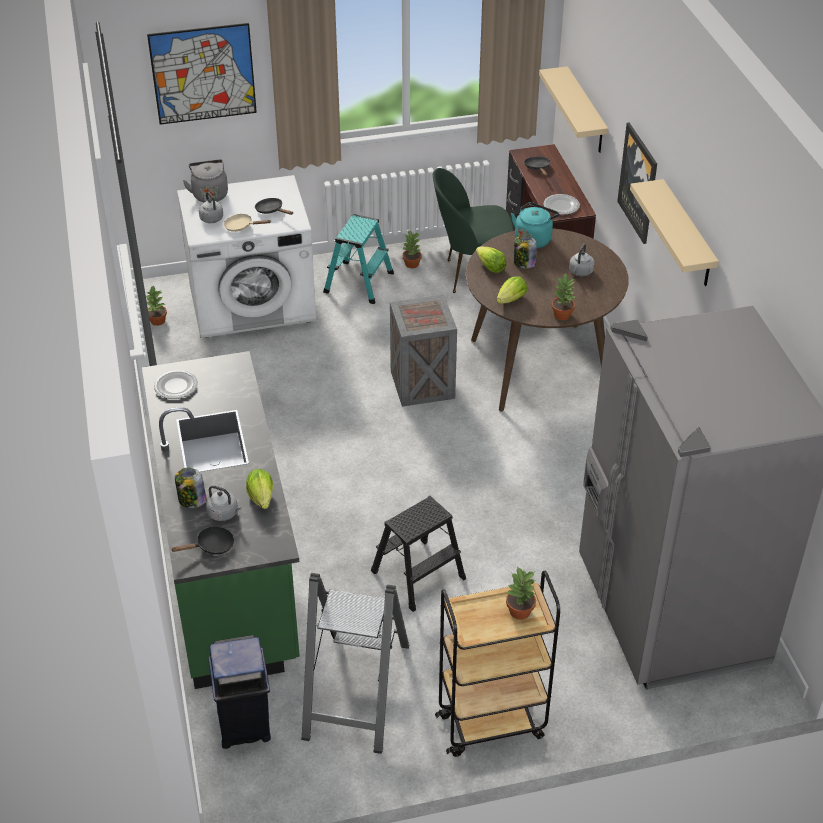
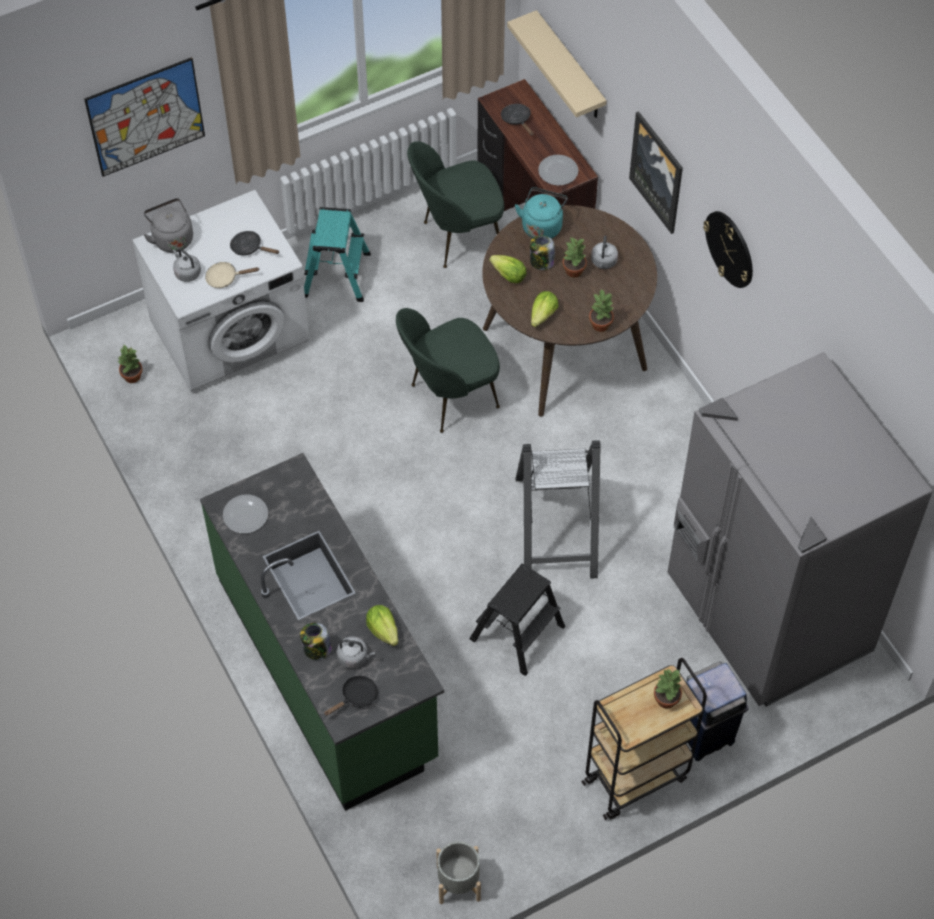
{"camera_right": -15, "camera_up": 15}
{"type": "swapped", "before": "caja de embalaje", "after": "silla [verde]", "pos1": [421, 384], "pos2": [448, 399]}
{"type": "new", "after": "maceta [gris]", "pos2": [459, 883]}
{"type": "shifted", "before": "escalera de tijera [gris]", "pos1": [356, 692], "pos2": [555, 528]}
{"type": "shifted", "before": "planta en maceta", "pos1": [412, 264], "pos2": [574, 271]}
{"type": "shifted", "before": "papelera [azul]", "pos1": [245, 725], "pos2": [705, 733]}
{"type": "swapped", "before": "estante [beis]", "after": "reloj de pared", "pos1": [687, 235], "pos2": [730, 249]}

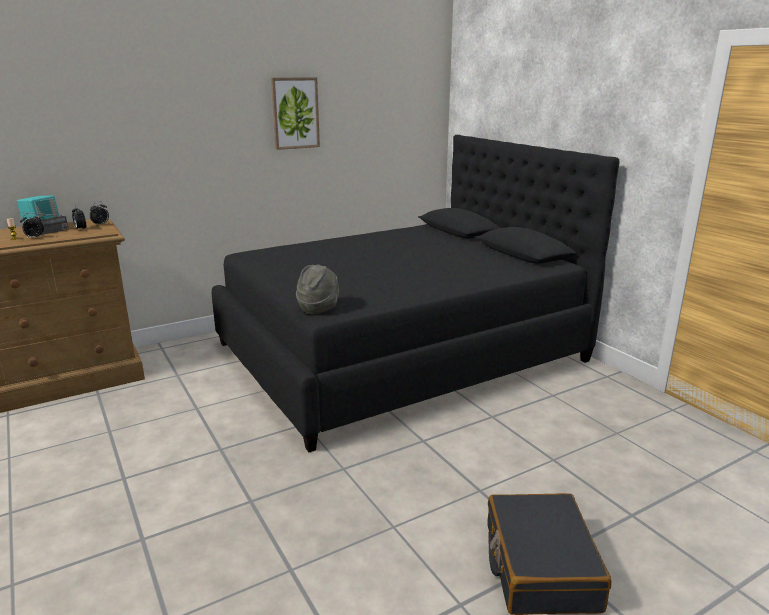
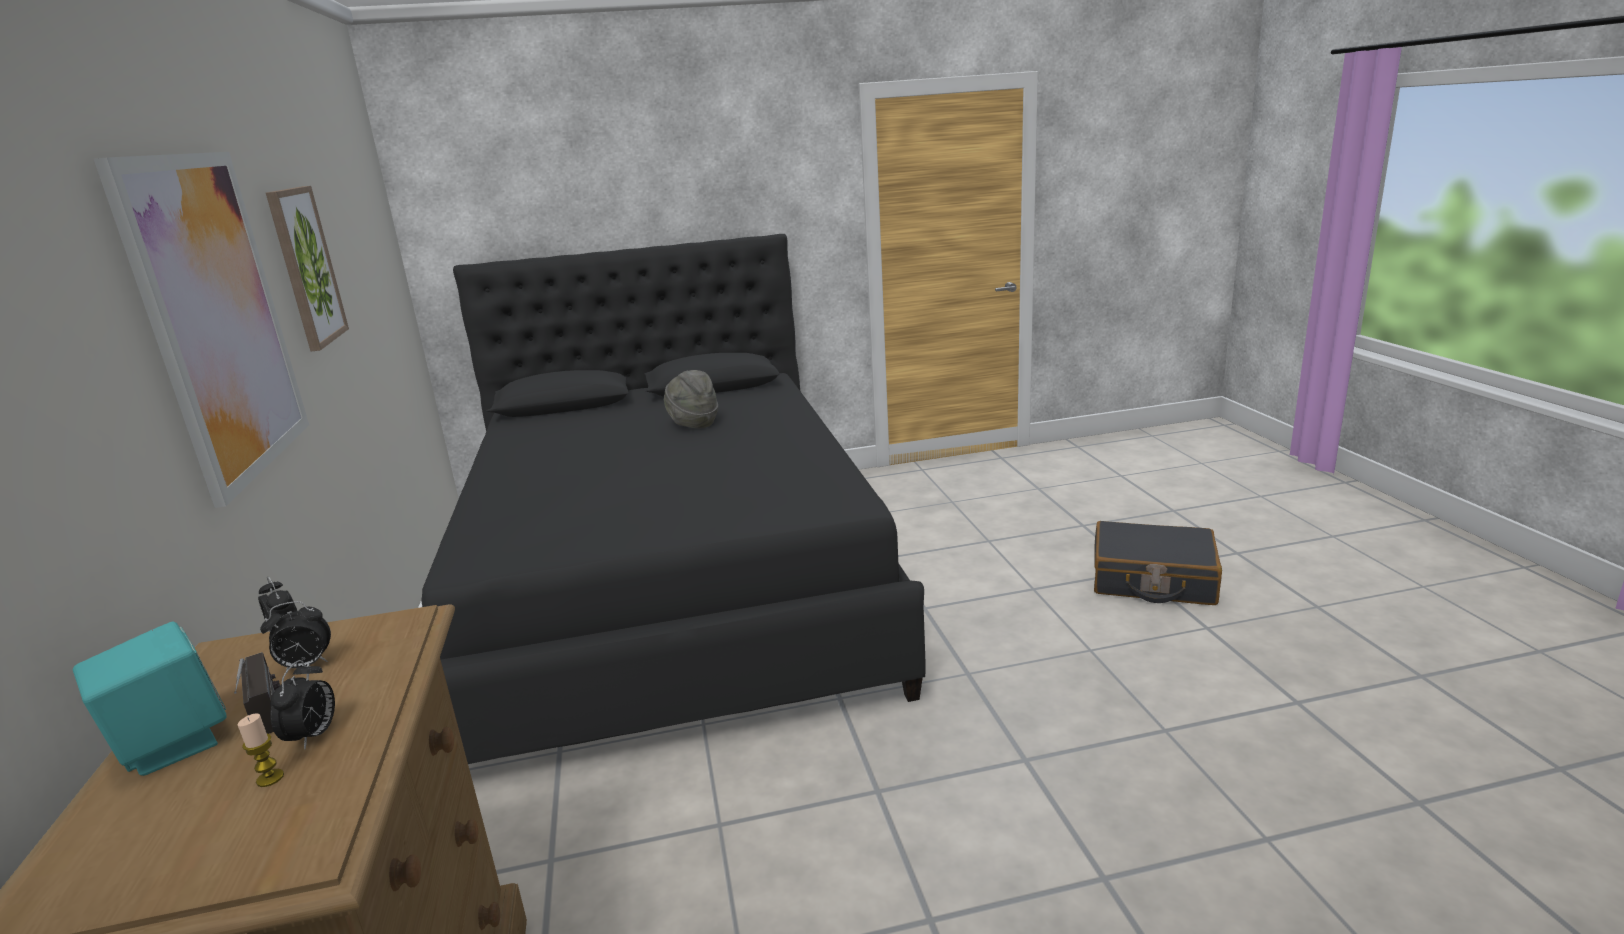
{"camera_right": -70, "camera_up": 0}
{"type": "new", "after": "cuadro", "pos2": [217, 318]}
{"type": "shifted", "before": "sombrero [gris]", "pos1": [318, 308], "pos2": [693, 424]}

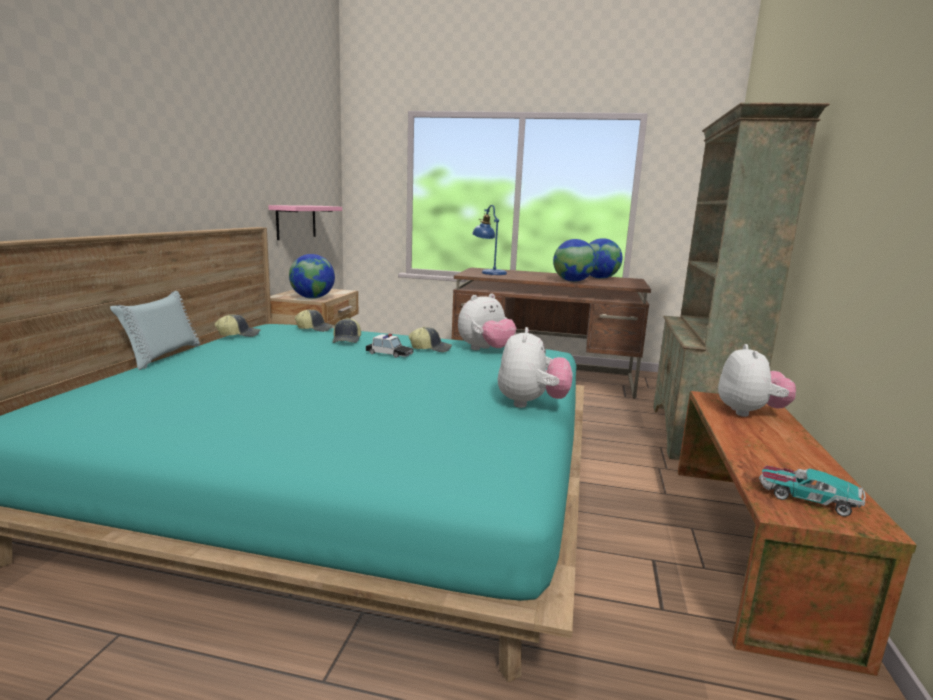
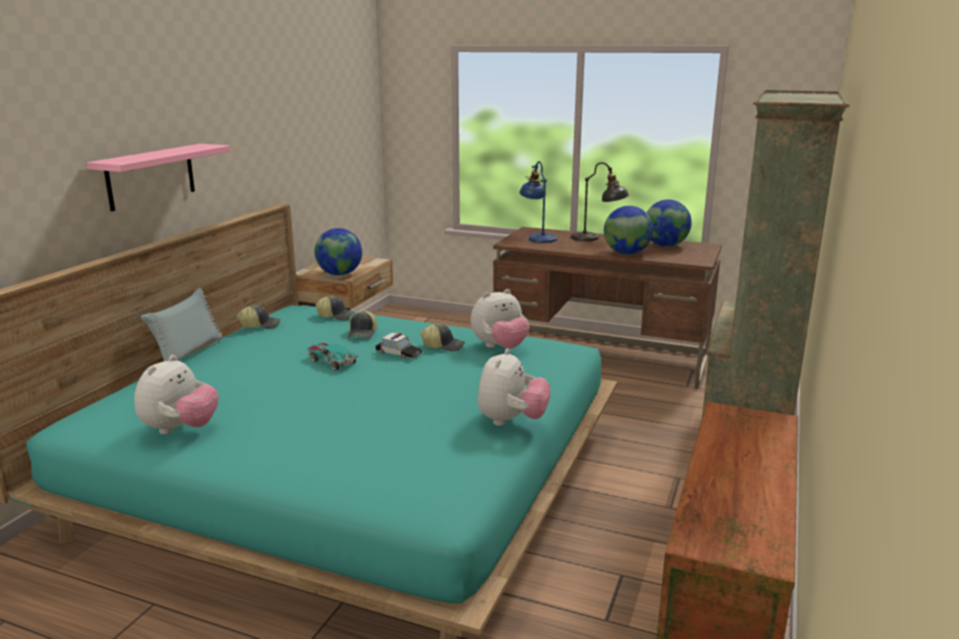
{"camera_right": 10, "camera_up": 5}
{"type": "shifted", "before": "estante [rosa]", "pos1": [296, 221], "pos2": [151, 176]}
{"type": "shifted", "before": "peluche", "pos1": [749, 412], "pos2": [180, 429]}
{"type": "shifted", "before": "coche de juguete", "pos1": [806, 498], "pos2": [332, 361]}
{"type": "new", "after": "lámpara de mesa [gris]", "pos2": [597, 238]}

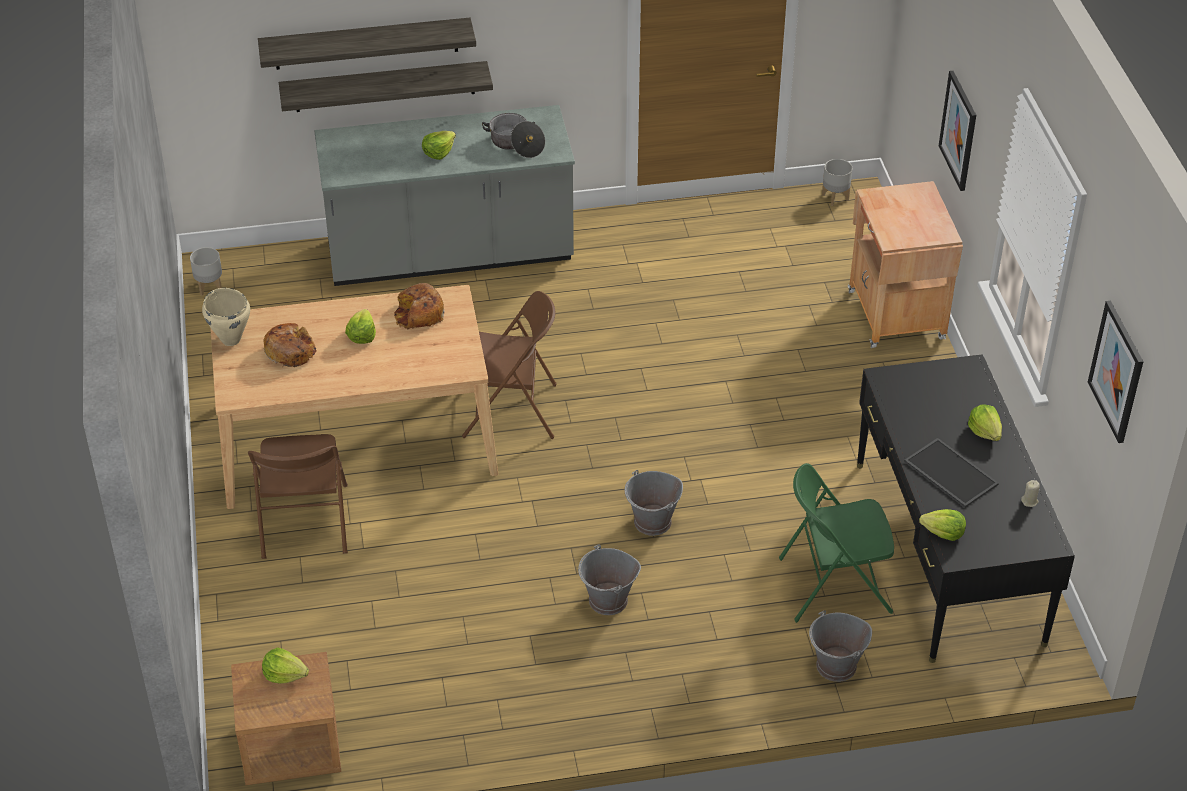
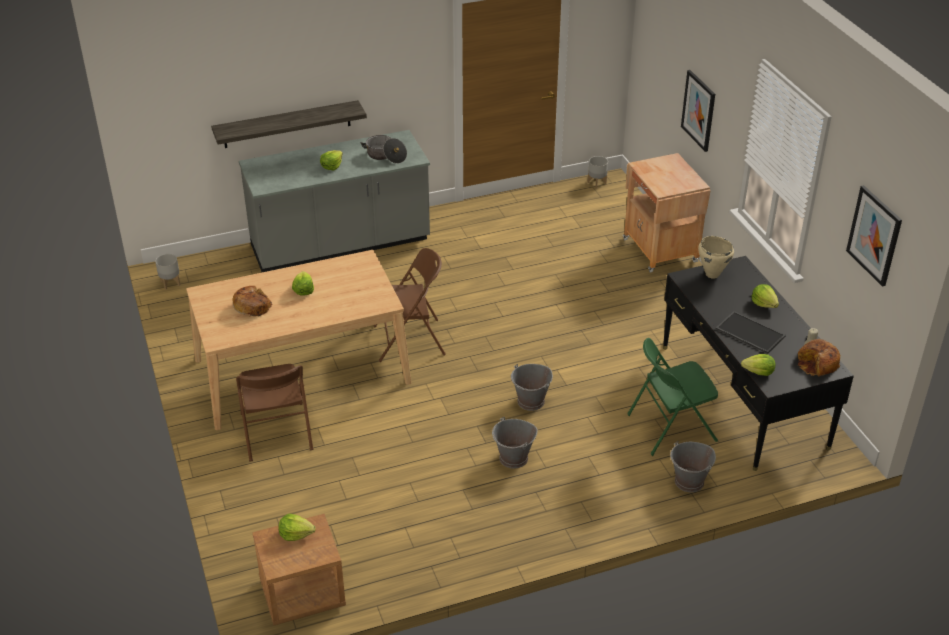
{"camera_right": -10, "camera_up": -5}
{"type": "shifted", "before": "olla [beis]", "pos1": [231, 339], "pos2": [712, 274]}
{"type": "shifted", "before": "pan", "pos1": [418, 314], "pos2": [817, 364]}
{"type": "gone", "before": "estante", "pos1": [366, 43]}

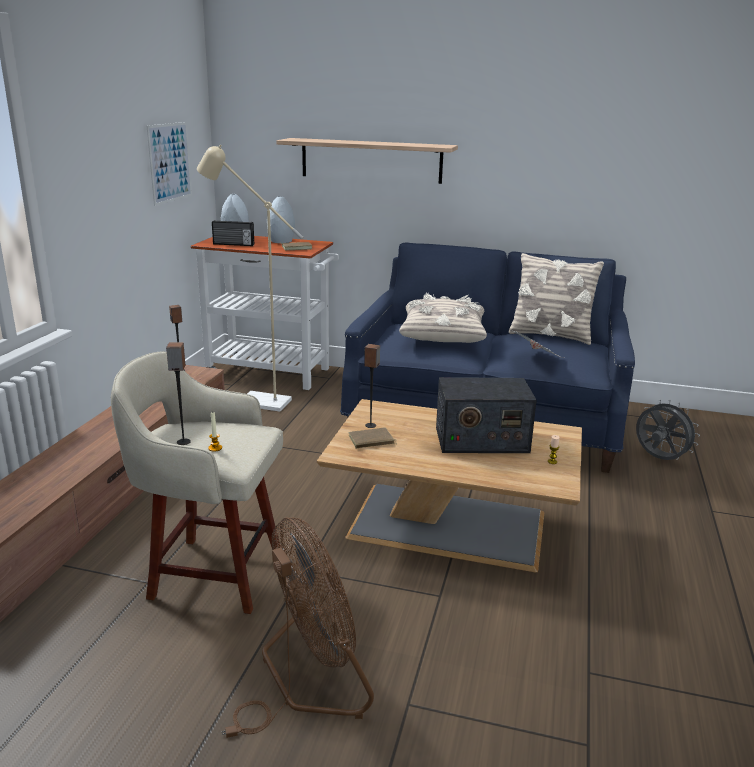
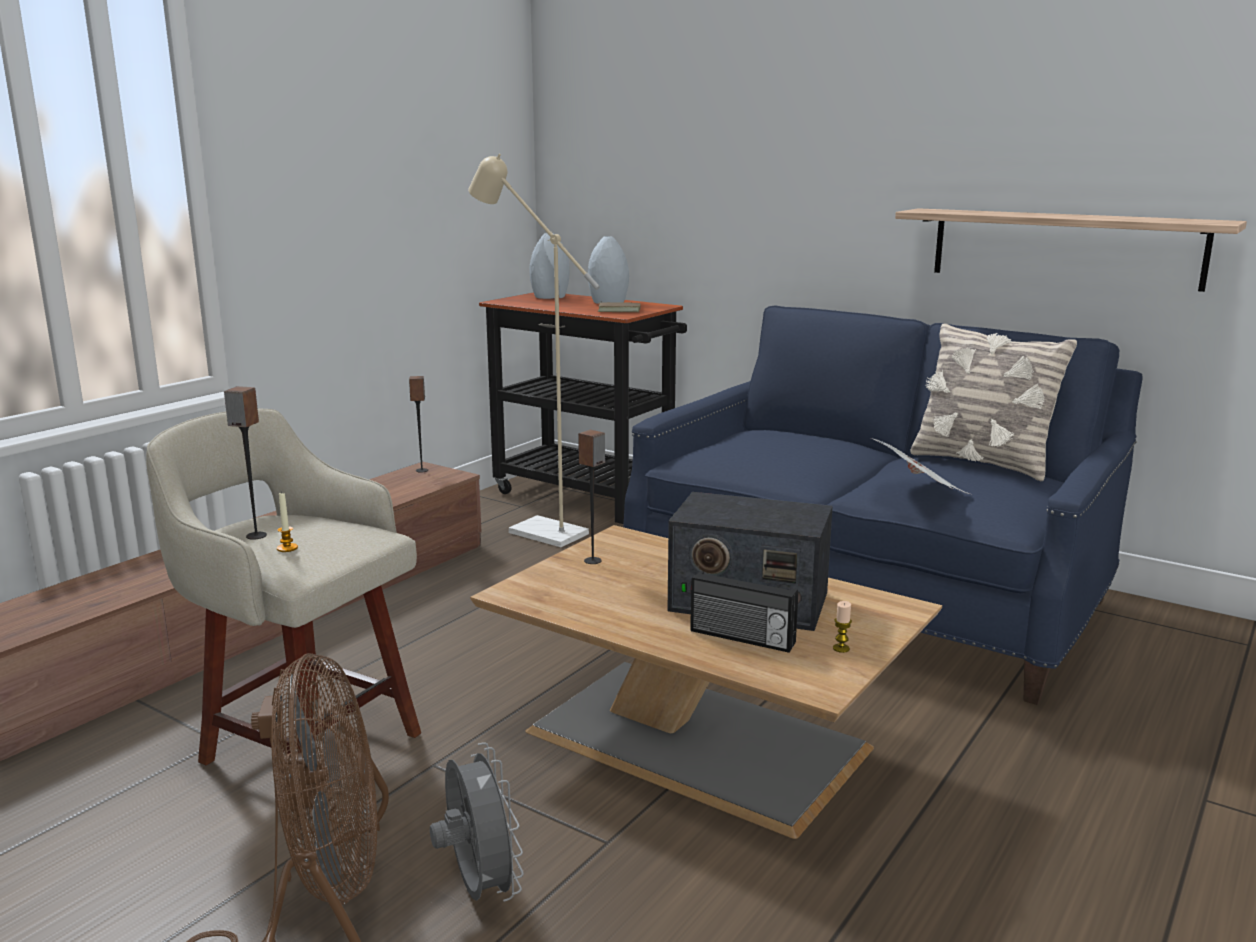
{"camera_right": 20, "camera_up": -5}
{"type": "shifted", "before": "ventilador [gris]", "pos1": [659, 459], "pos2": [479, 889]}
{"type": "repainted", "before": "carrito [blanco]", "after": "carrito [negro]", "pos1": [271, 373], "pos2": [586, 496]}
{"type": "shifted", "before": "radio", "pos1": [233, 244], "pos2": [741, 638]}
{"type": "shifted", "before": "estante", "pos1": [371, 160], "pos2": [1065, 248]}
{"type": "gone", "before": "cuadro", "pos1": [170, 162]}
{"type": "gone", "before": "libro [marrón]", "pos1": [371, 441]}
{"type": "gone", "before": "cojín [beis]", "pos1": [442, 337]}

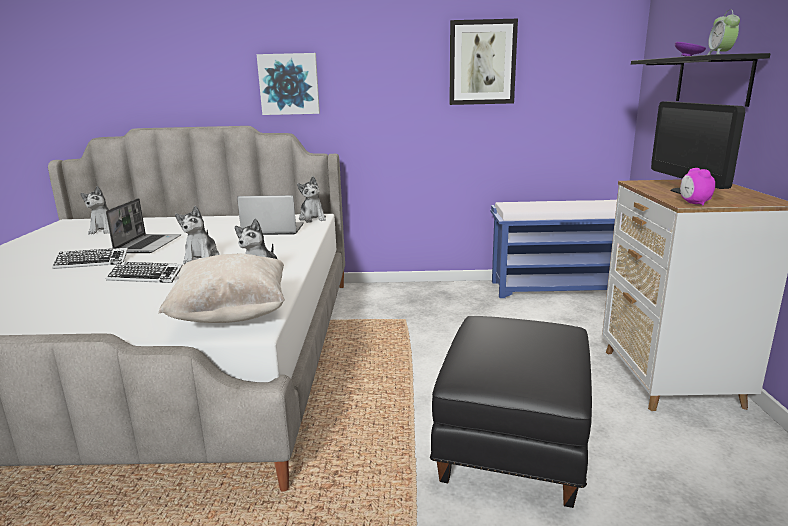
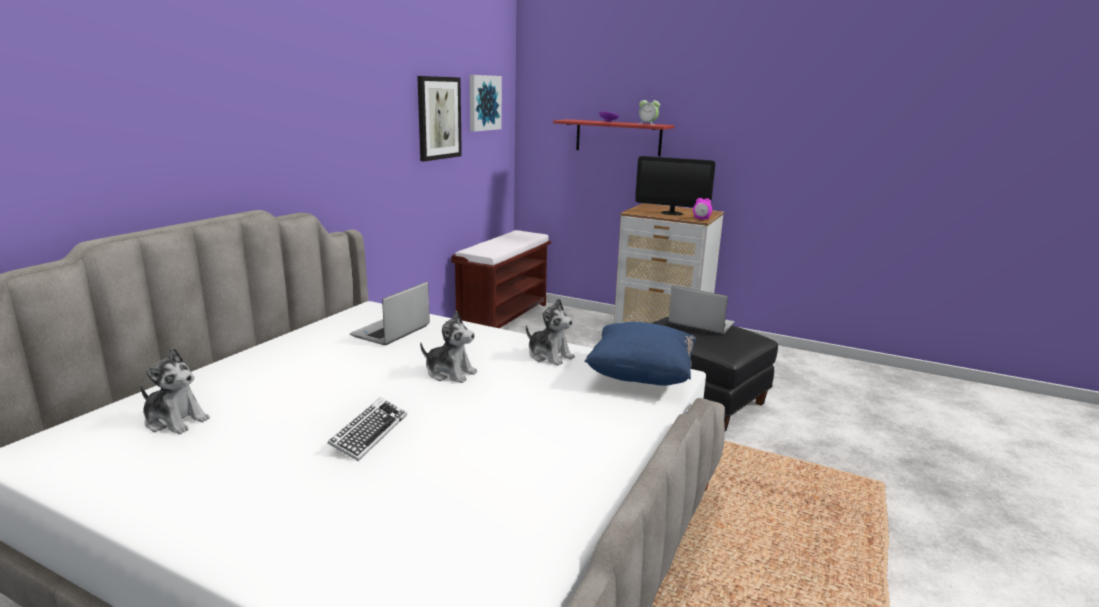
{"camera_right": -65, "camera_up": 0}
{"type": "repainted", "before": "banco [azul]", "after": "banco [marrón]", "pos1": [557, 288], "pos2": [503, 316]}
{"type": "shifted", "before": "cuadro", "pos1": [289, 84], "pos2": [484, 103]}
{"type": "repainted", "before": "estante [negro]", "after": "estante [rojo]", "pos1": [712, 80], "pos2": [618, 137]}
{"type": "repainted", "before": "cojín [beis]", "after": "cojín [azul]", "pos1": [232, 314], "pos2": [640, 377]}
{"type": "shifted", "before": "portátil", "pos1": [148, 244], "pos2": [700, 324]}
{"type": "gone", "before": "teclado", "pos1": [146, 277]}
{"type": "gone", "before": "peluche", "pos1": [312, 218]}

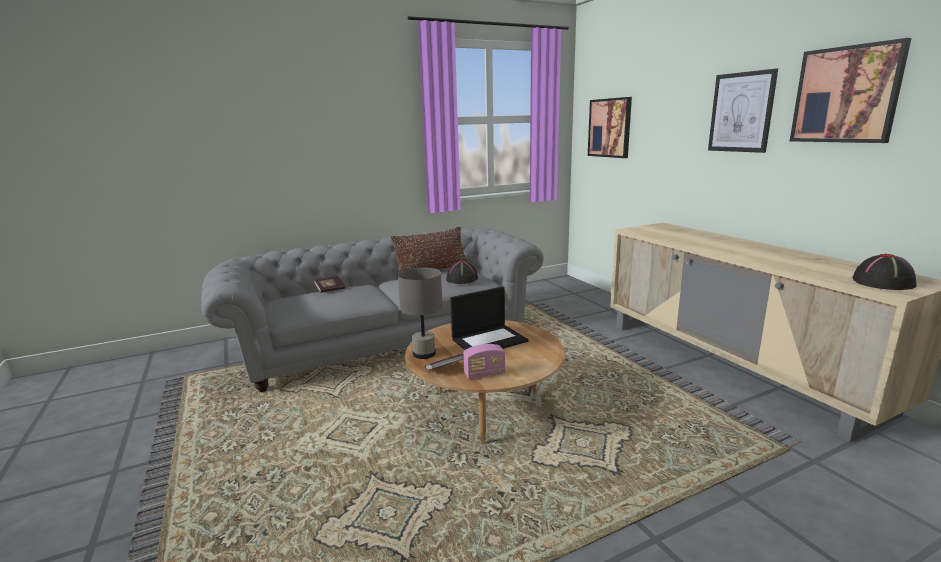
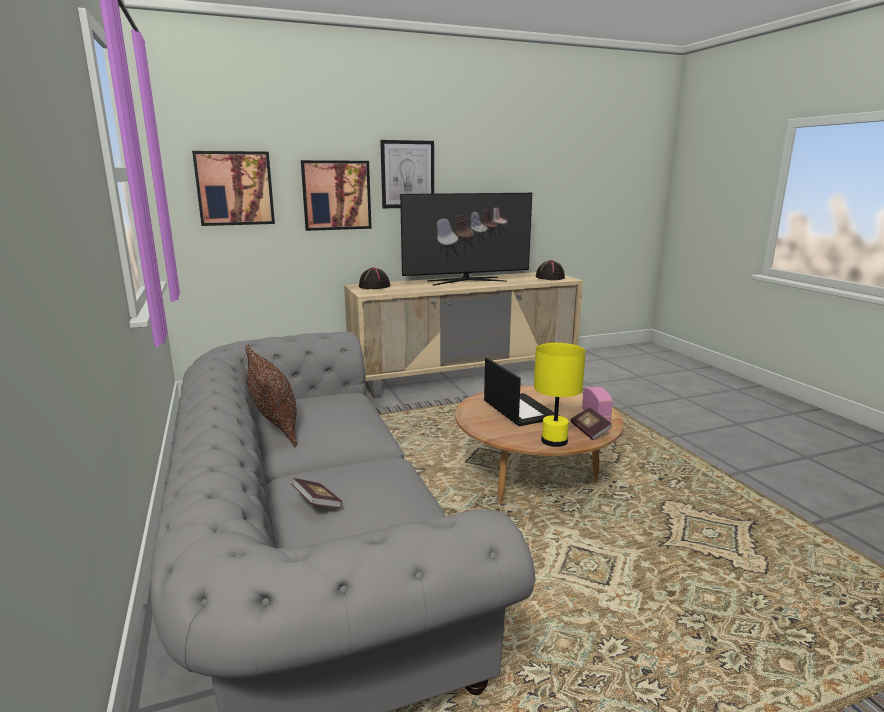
{"camera_right": -85, "camera_up": 0}
{"type": "shifted", "before": "cuadro", "pos1": [846, 95], "pos2": [336, 195]}
{"type": "shifted", "before": "sombrero [negro]", "pos1": [462, 279], "pos2": [374, 286]}
{"type": "new", "after": "televisor", "pos2": [466, 281]}
{"type": "repainted", "before": "lámpara de mesa [gris]", "after": "lámpara de mesa [amarillo]", "pos1": [423, 354], "pos2": [554, 441]}

